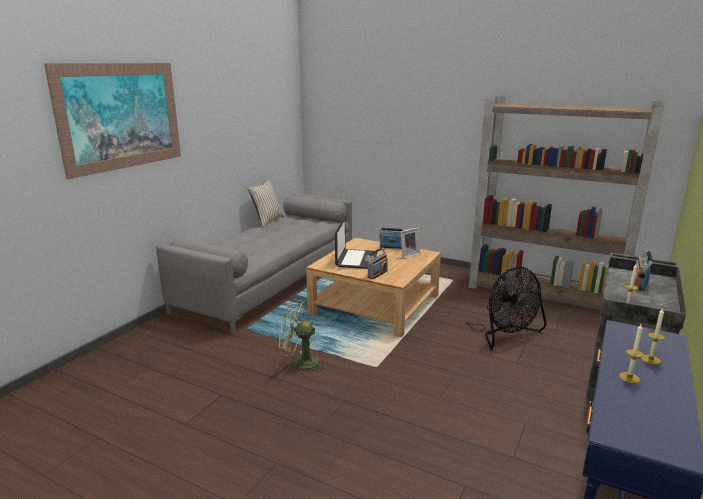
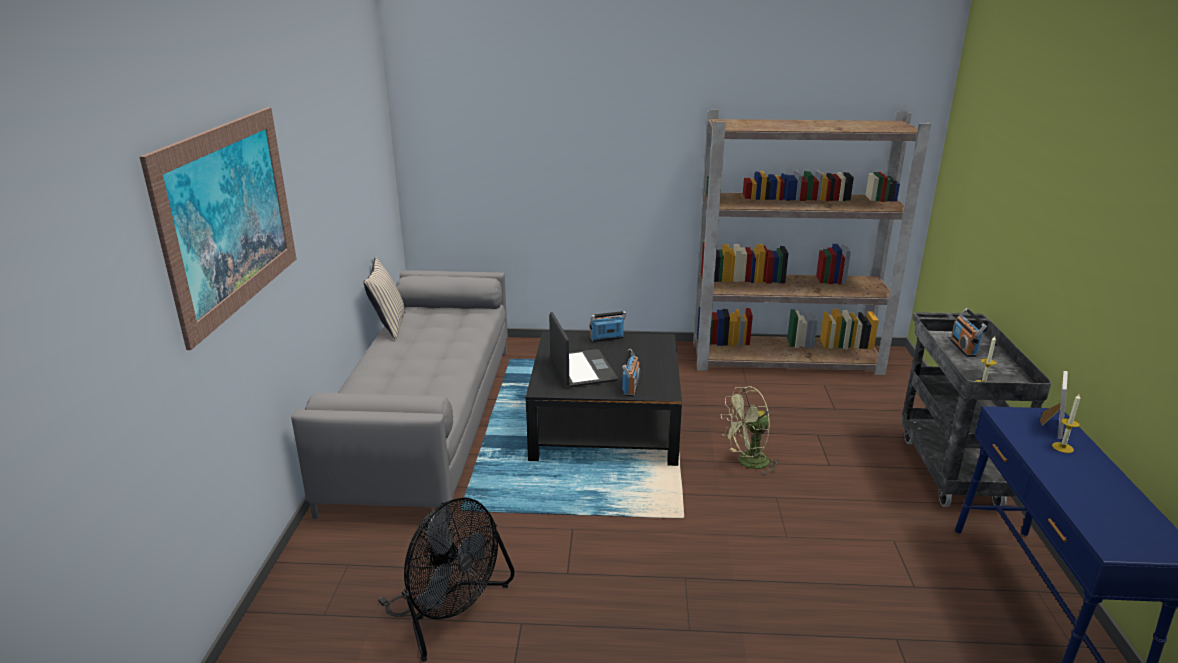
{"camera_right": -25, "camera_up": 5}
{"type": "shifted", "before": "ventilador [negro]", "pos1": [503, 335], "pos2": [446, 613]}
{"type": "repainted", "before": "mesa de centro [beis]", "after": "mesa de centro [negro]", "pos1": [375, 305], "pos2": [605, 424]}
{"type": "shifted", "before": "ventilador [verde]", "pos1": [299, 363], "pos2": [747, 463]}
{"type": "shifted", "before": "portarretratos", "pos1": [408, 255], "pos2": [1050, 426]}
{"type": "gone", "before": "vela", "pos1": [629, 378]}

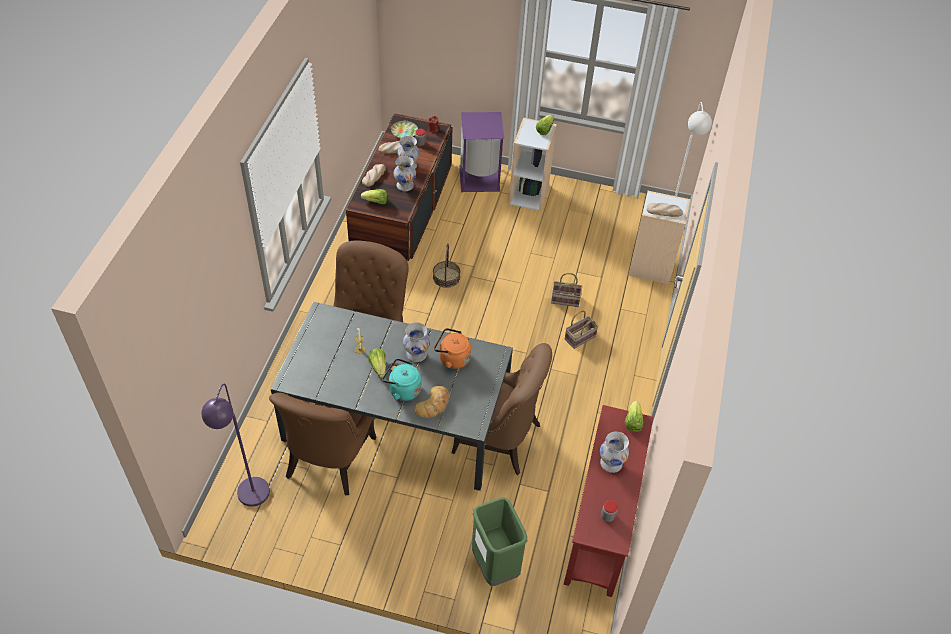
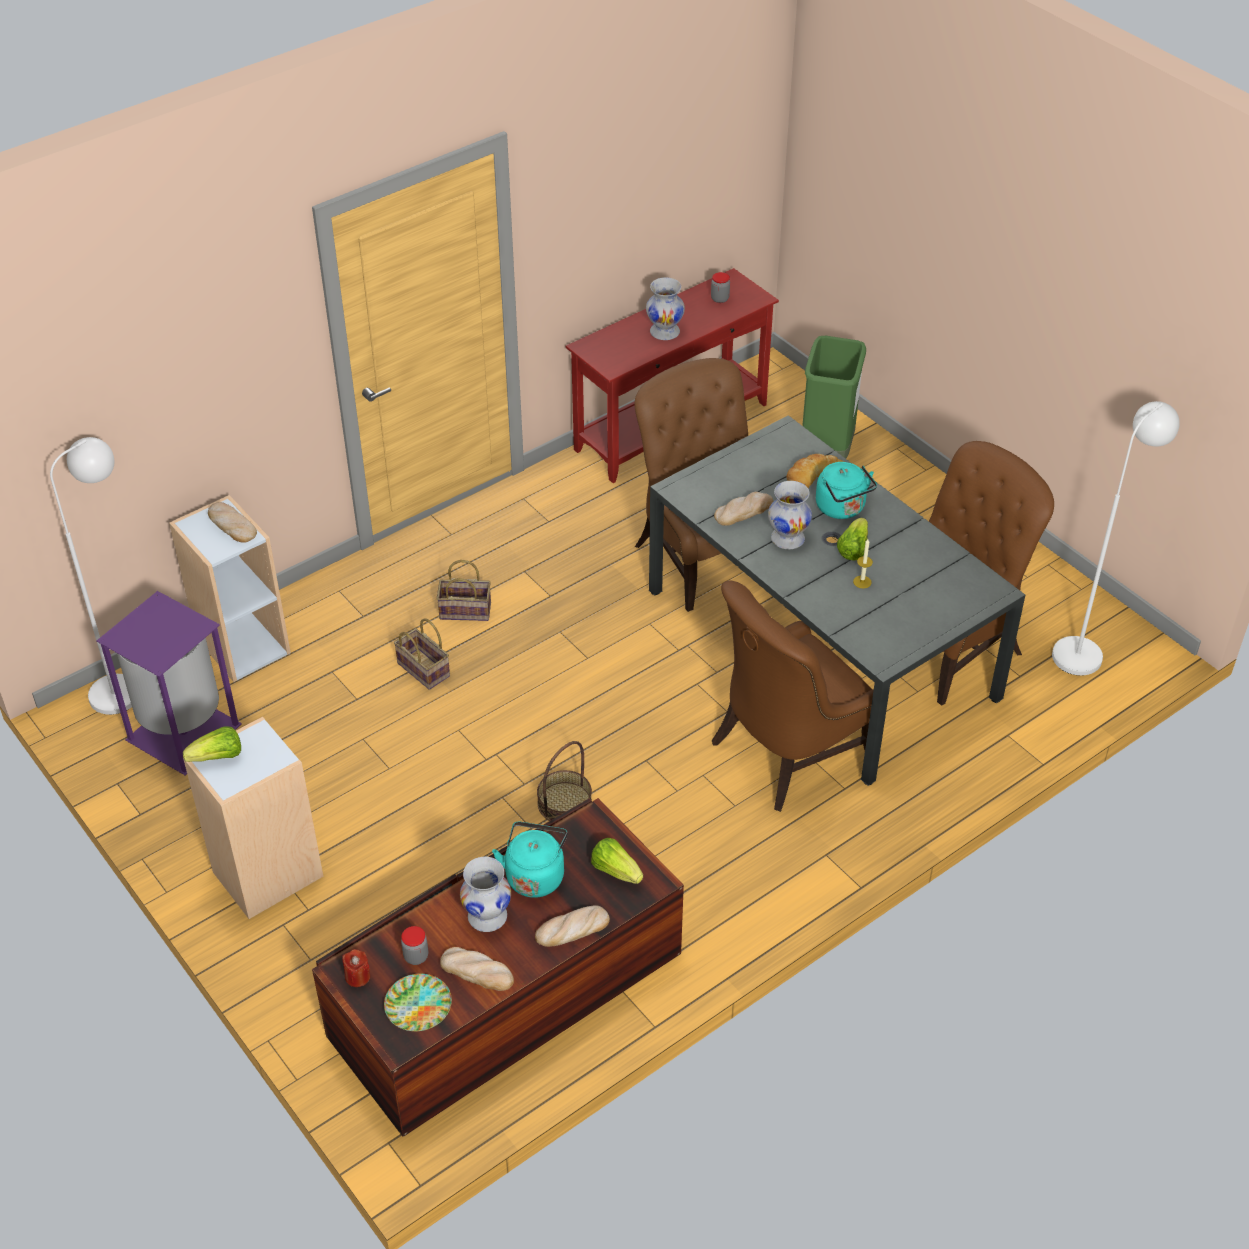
{"camera_right": -140, "camera_up": -5}
{"type": "shifted", "before": "papelera [morado]", "pos1": [478, 178], "pos2": [184, 734]}
{"type": "swapped", "before": "florero [blanco]", "after": "hervidor [turquesa]", "pos1": [405, 186], "pos2": [535, 875]}
{"type": "swapped", "before": "hervidor [naranja]", "after": "pan", "pos1": [452, 358], "pos2": [743, 511]}
{"type": "repainted", "before": "lámpara de pie [morado]", "after": "lámpara de pie [blanco]", "pos1": [251, 501], "pos2": [1085, 649]}
{"type": "gone", "before": "lechuga", "pos1": [633, 422]}

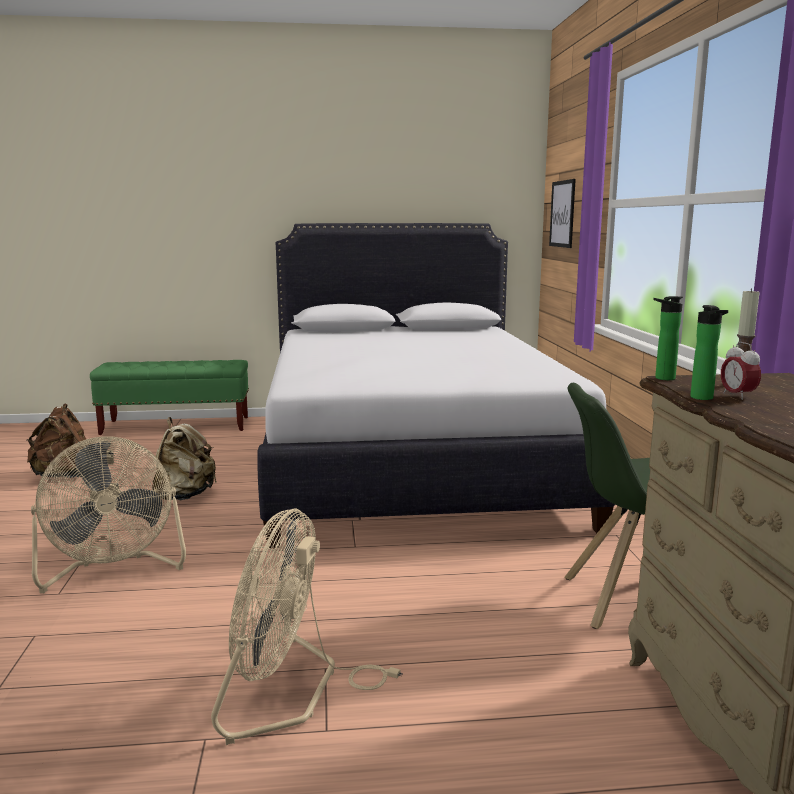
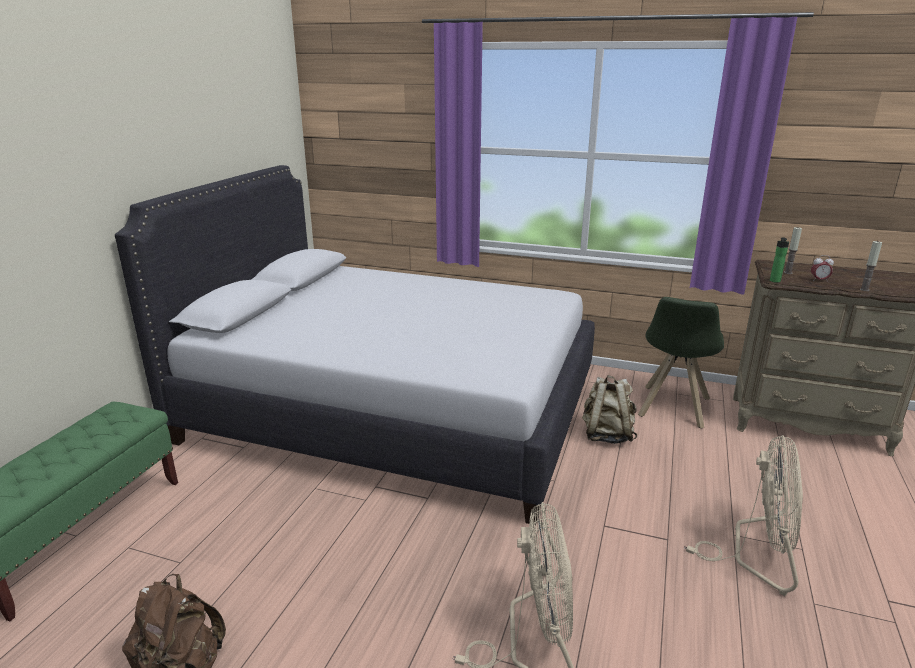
{"camera_right": -65, "camera_up": 10}
{"type": "shifted", "before": "mochila [beis]", "pos1": [184, 496], "pos2": [607, 435]}
{"type": "rotated", "before": "ventilador [beis]", "pos1": [299, 686], "pos2": [754, 550], "turn": -105}
{"type": "new", "after": "vela", "pos2": [864, 289]}
{"type": "gone", "before": "cuadro", "pos1": [562, 214]}
{"type": "gone", "before": "botella", "pos1": [703, 398]}

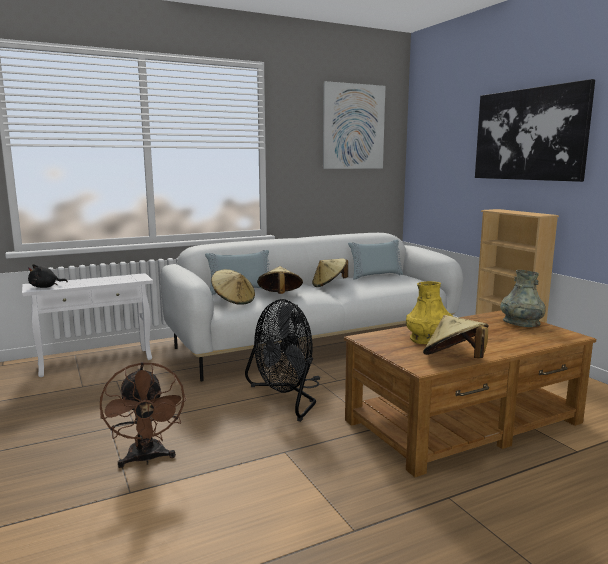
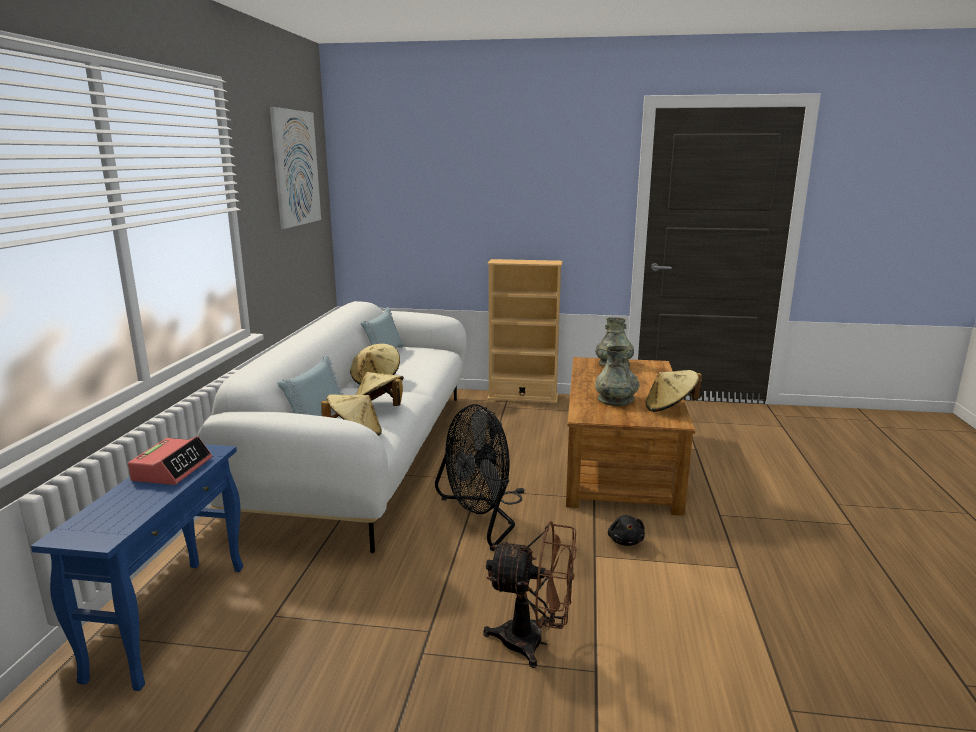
{"camera_right": -55, "camera_up": 5}
{"type": "repainted", "before": "mesa auxiliar [blanco]", "after": "mesa auxiliar [azul]", "pos1": [96, 362], "pos2": [170, 619]}
{"type": "new", "after": "despertador", "pos2": [172, 469]}
{"type": "rotated", "before": "ventilador [negro]", "pos1": [288, 396], "pos2": [484, 515], "turn": 60}
{"type": "repainted", "before": "florero [amarillo]", "after": "florero [gris]", "pos1": [429, 339], "pos2": [616, 400]}
{"type": "shifted", "before": "peluche [negro]", "pos1": [45, 287], "pos2": [625, 541]}
{"type": "gone", "before": "cuadro", "pos1": [529, 134]}

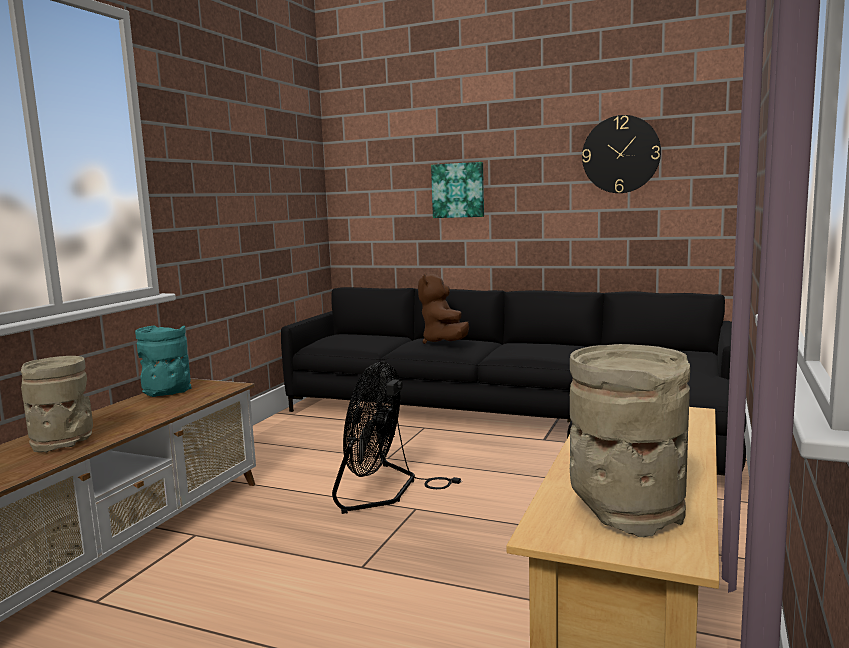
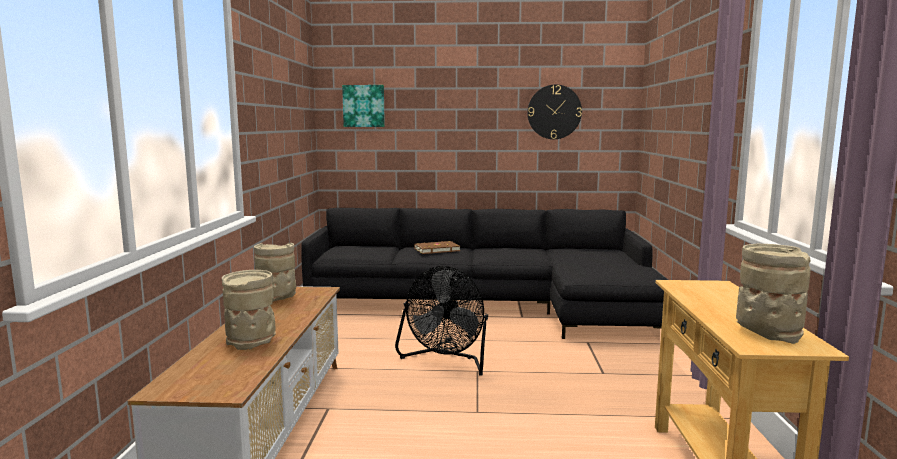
{"camera_right": -20, "camera_up": 0}
{"type": "repainted", "before": "florero [turquesa]", "after": "florero [beis]", "pos1": [166, 393], "pos2": [276, 298]}
{"type": "shifted", "before": "cuadro", "pos1": [458, 190], "pos2": [364, 106]}
{"type": "rotated", "before": "ventilador [negro]", "pos1": [390, 487], "pos2": [445, 359], "turn": -60}
{"type": "swapped", "before": "peluche [marrón]", "after": "libro [marrón]", "pos1": [444, 342], "pos2": [436, 249]}

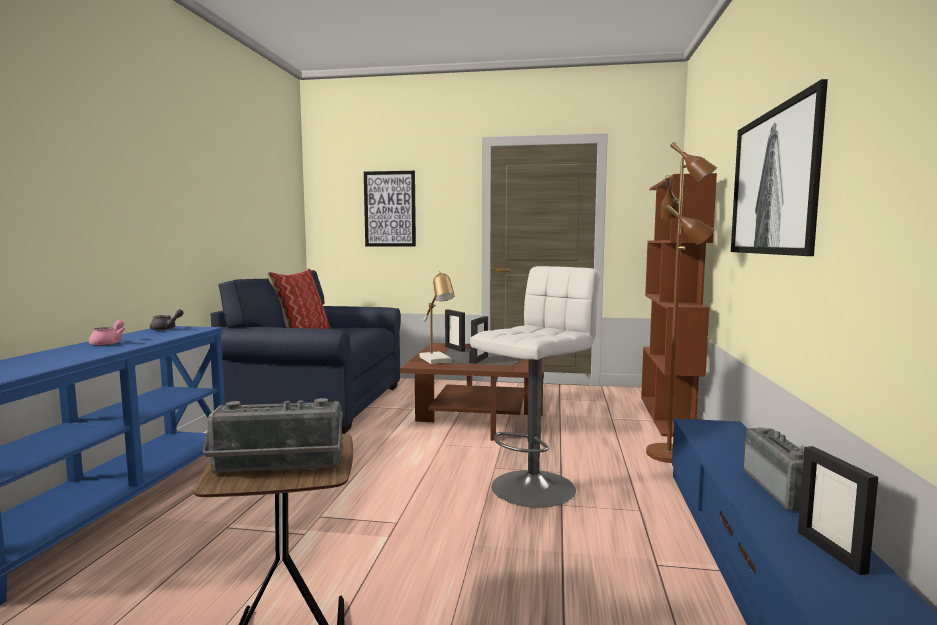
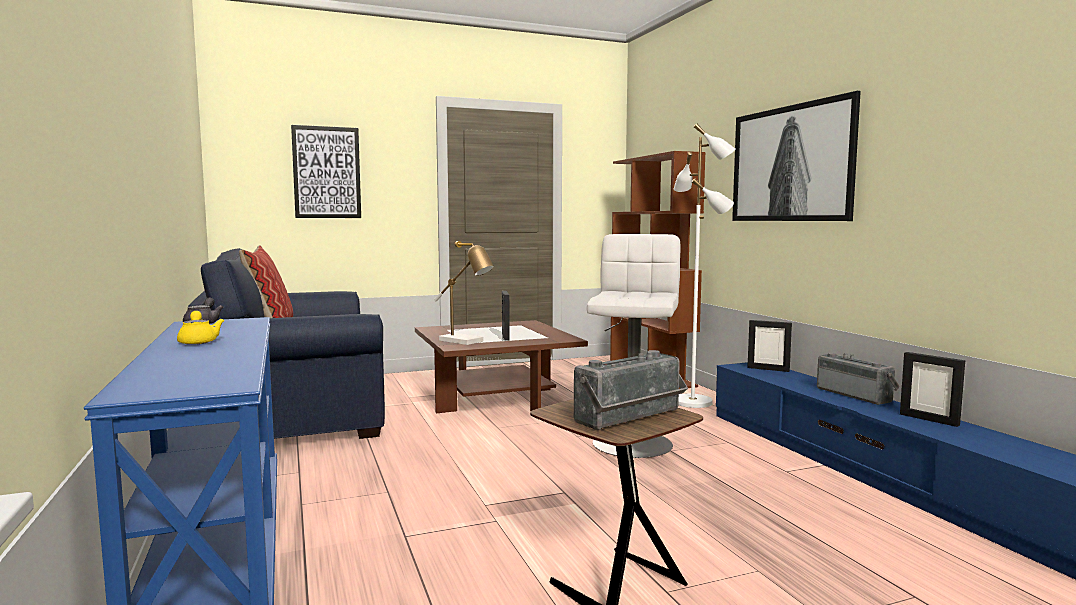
{"camera_right": -30, "camera_up": 0}
{"type": "repainted", "before": "tetera [rosa]", "after": "tetera [amarillo]", "pos1": [109, 343], "pos2": [198, 341]}
{"type": "repainted", "before": "lámpara de pie [marrón]", "after": "lámpara de pie [blanco]", "pos1": [670, 455], "pos2": [693, 402]}
{"type": "shifted", "before": "portarretratos", "pos1": [455, 349], "pos2": [768, 369]}

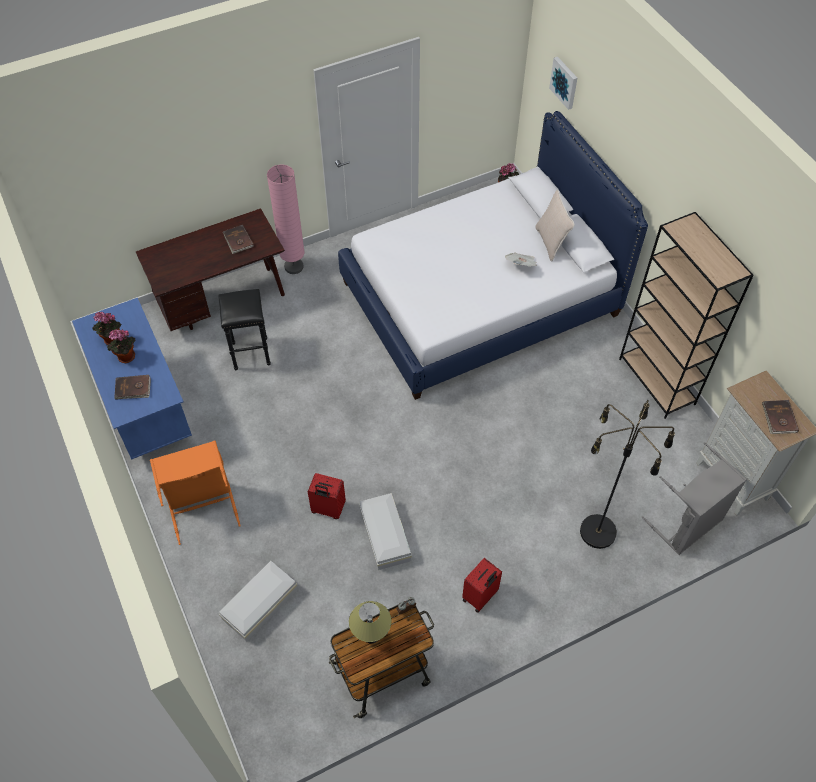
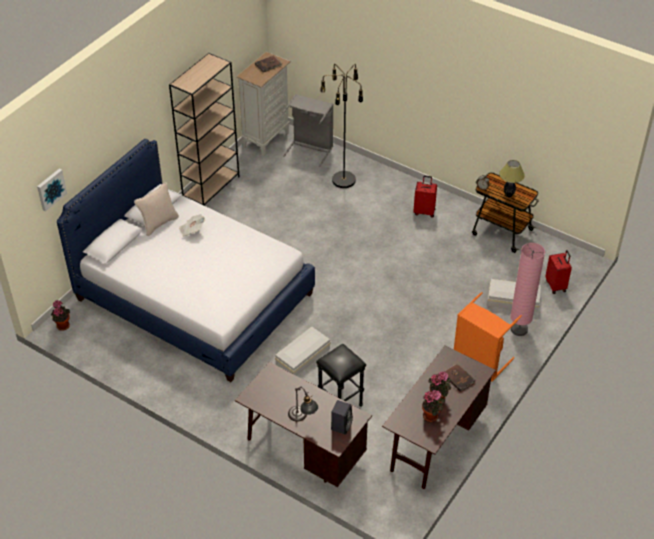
{"camera_right": -120, "camera_up": -10}
{"type": "shifted", "before": "caja de almacenaje [blanco]", "pos1": [384, 536], "pos2": [304, 356]}
{"type": "new", "after": "lámpara de mesa [gris]", "pos2": [303, 418]}
{"type": "new", "after": "altavoz [negro]", "pos2": [341, 425]}
{"type": "repainted", "before": "escritorio [azul]", "after": "escritorio [marrón]", "pos1": [145, 407], "pos2": [435, 441]}
{"type": "shifted", "before": "lámpara de pie [rosa]", "pos1": [294, 267], "pos2": [519, 329]}
{"type": "shifted", "before": "maleta [rojo]", "pos1": [328, 509], "pos2": [556, 285]}
{"type": "gone", "before": "libro [marrón]", "pos1": [238, 240]}

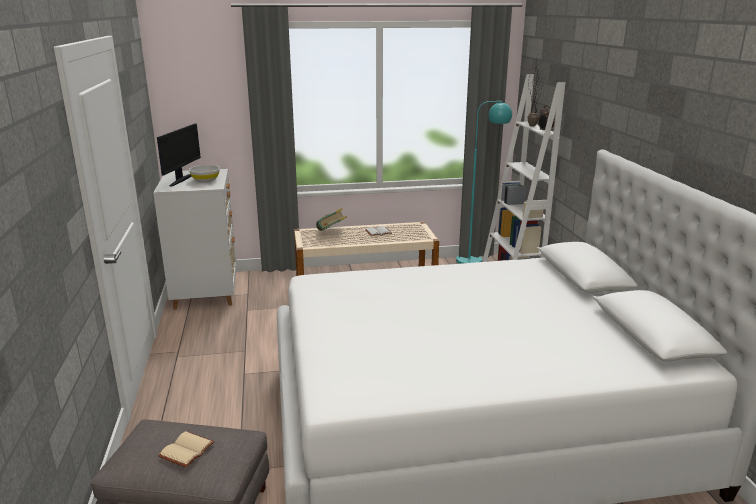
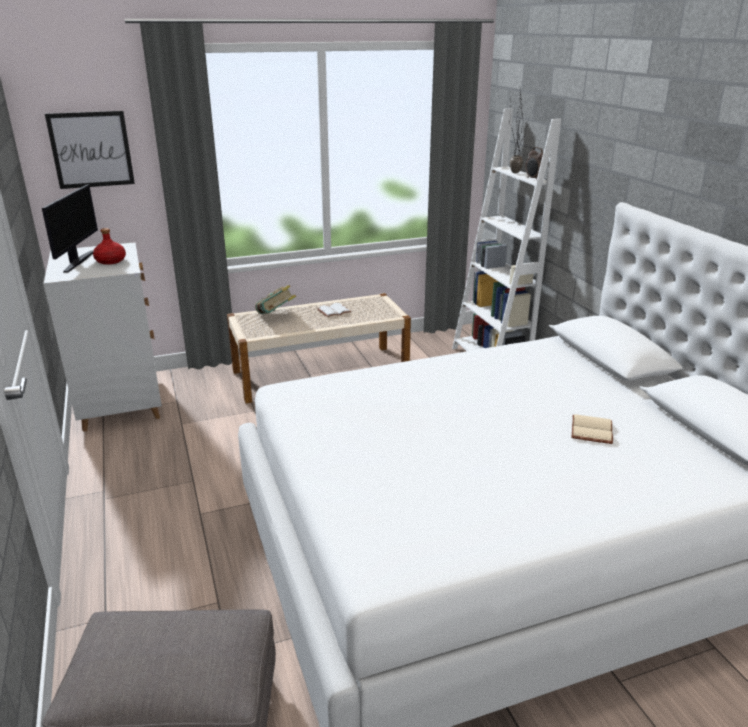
{"camera_right": -10, "camera_up": 5}
{"type": "new", "after": "cuadro", "pos2": [91, 149]}
{"type": "swapped", "before": "cuenco [blanco]", "after": "botella [rojo]", "pos1": [205, 180], "pos2": [111, 261]}
{"type": "shifted", "before": "libro [beis]", "pos1": [187, 451], "pos2": [593, 431]}
{"type": "gone", "before": "lámpara de pie [turquesa]", "pos1": [477, 261]}

